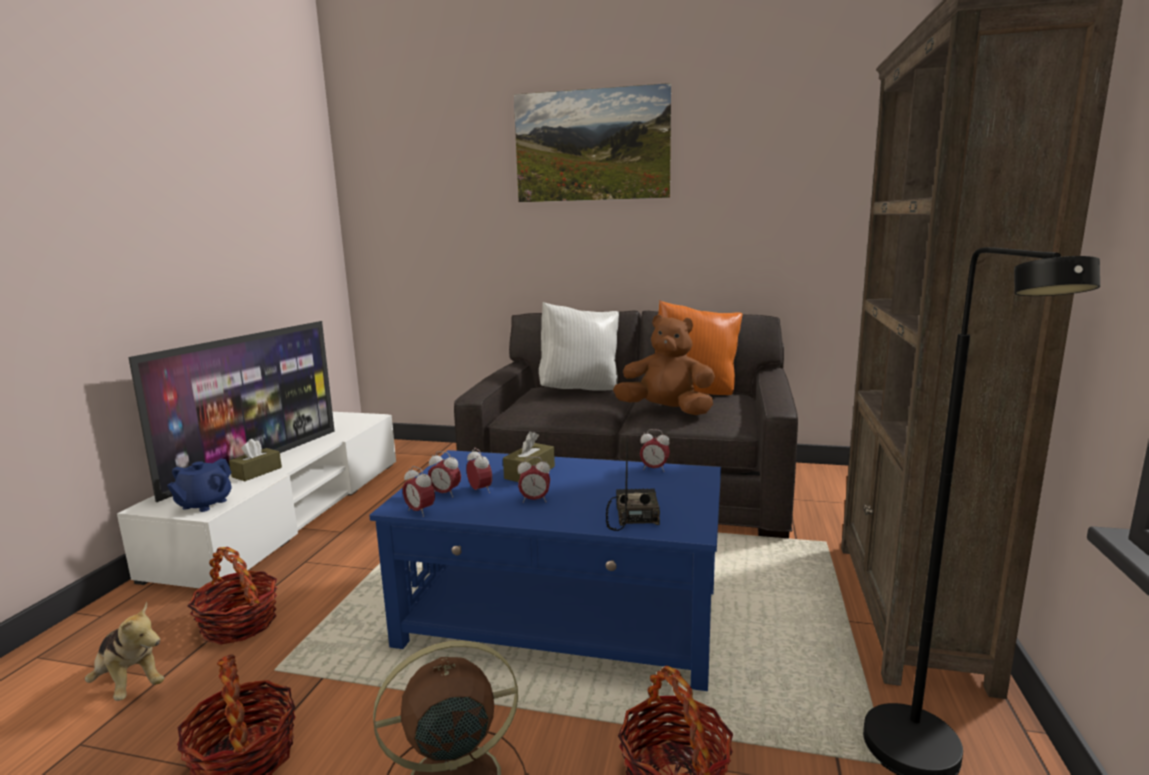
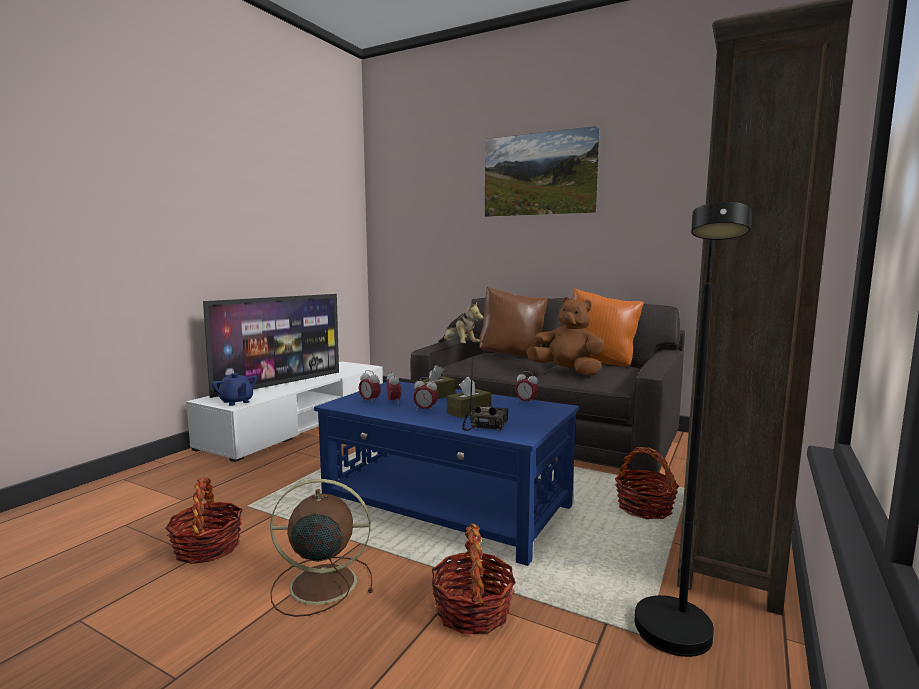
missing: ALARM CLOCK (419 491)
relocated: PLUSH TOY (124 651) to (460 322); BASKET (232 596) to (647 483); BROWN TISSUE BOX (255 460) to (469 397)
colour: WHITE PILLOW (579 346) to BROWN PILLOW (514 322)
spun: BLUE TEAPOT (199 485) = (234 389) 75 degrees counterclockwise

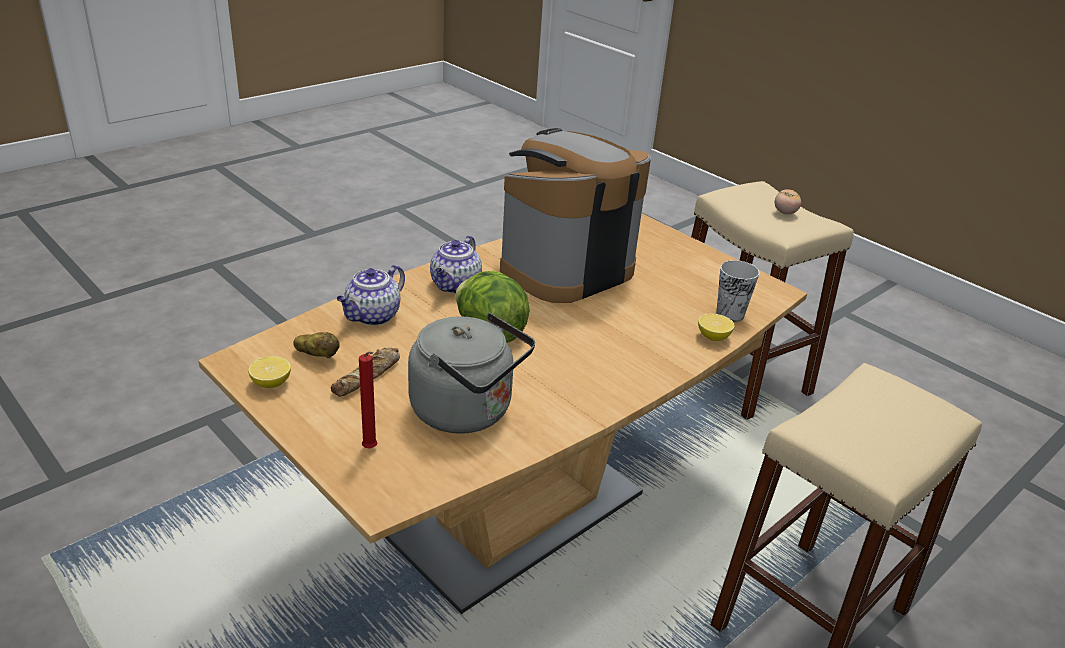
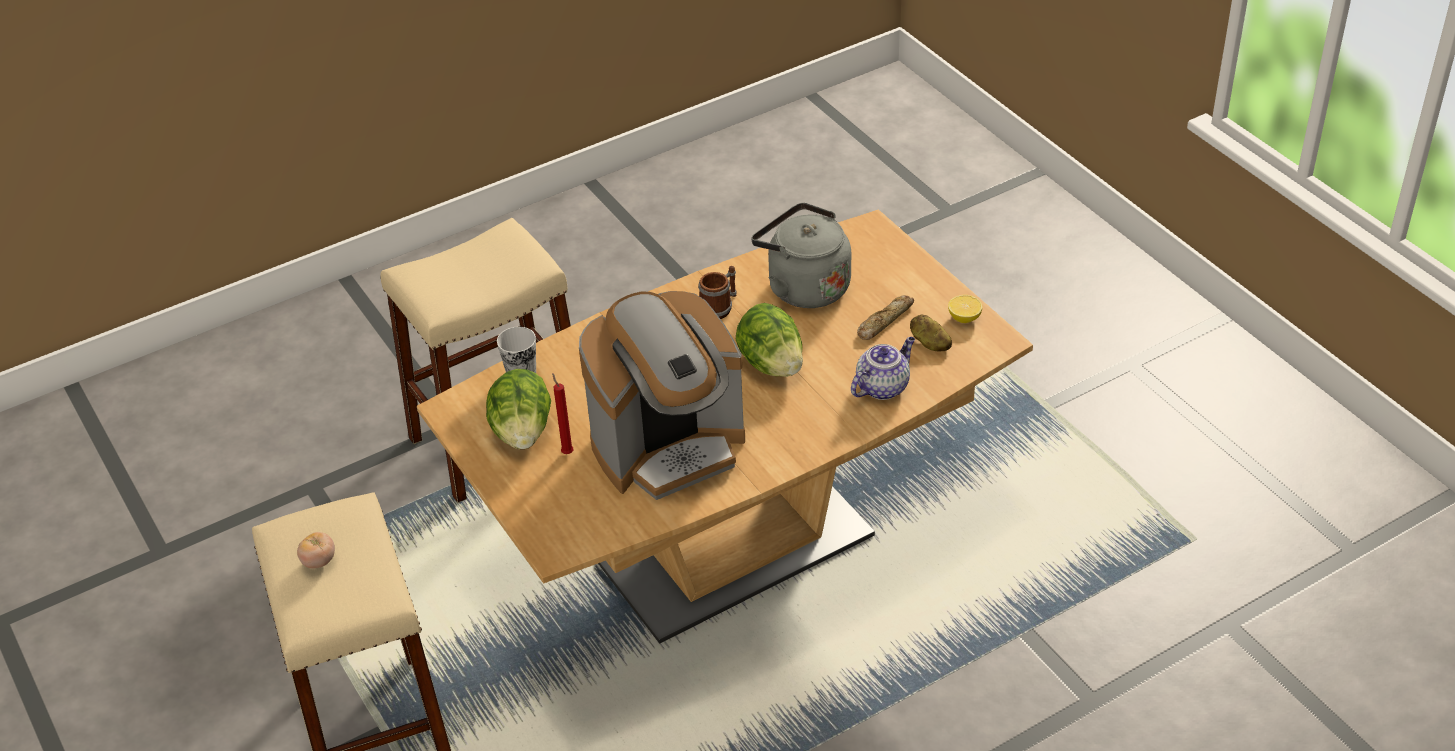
missing: TEAPOT (456 265); LEMON (716 327)
appeared: LETTUCE (518 409); MUG (717 292)
relocated: RED CANDLE (368 400) to (563 413)

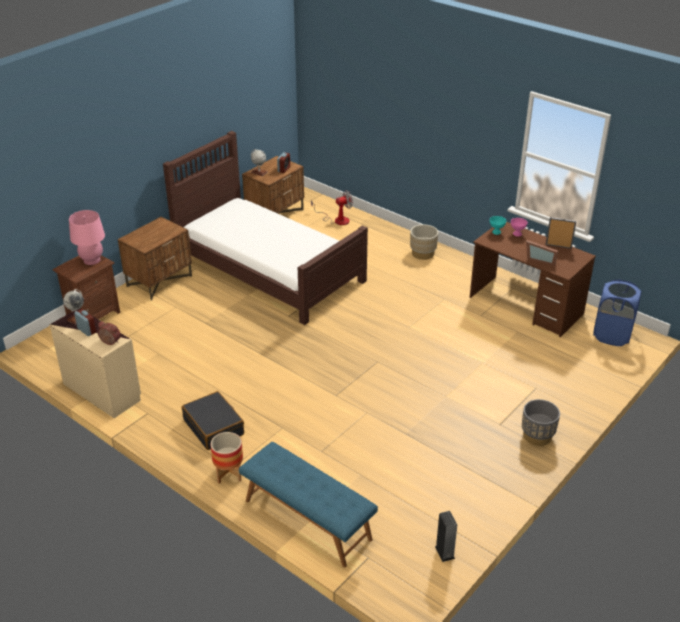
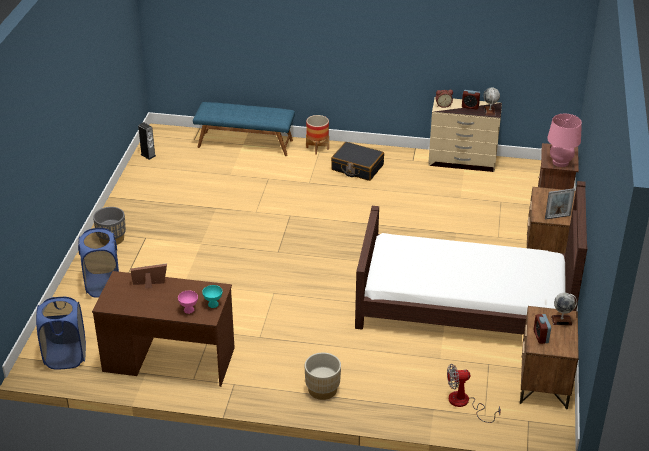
appeared: BLUE LAUNDRY BASKET (98 263)
relocated: PICTURE FRAME (561 233) to (560 204)
spun: FAN (332 208) = (474 393) 45 degrees clockwise

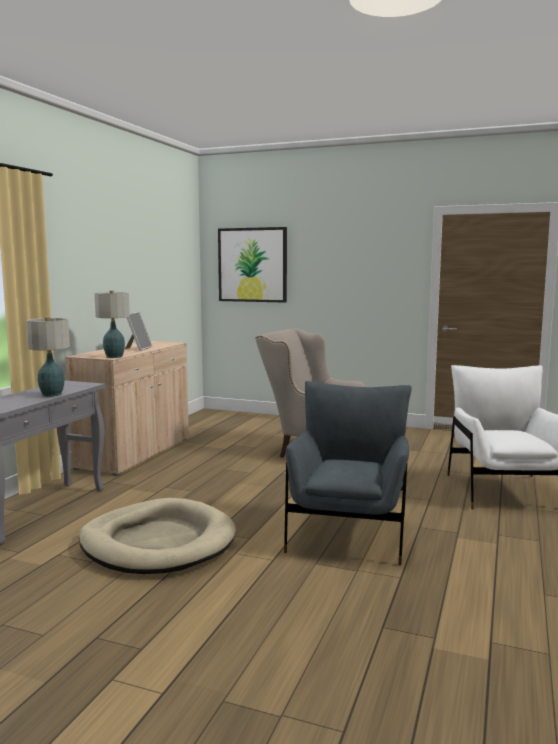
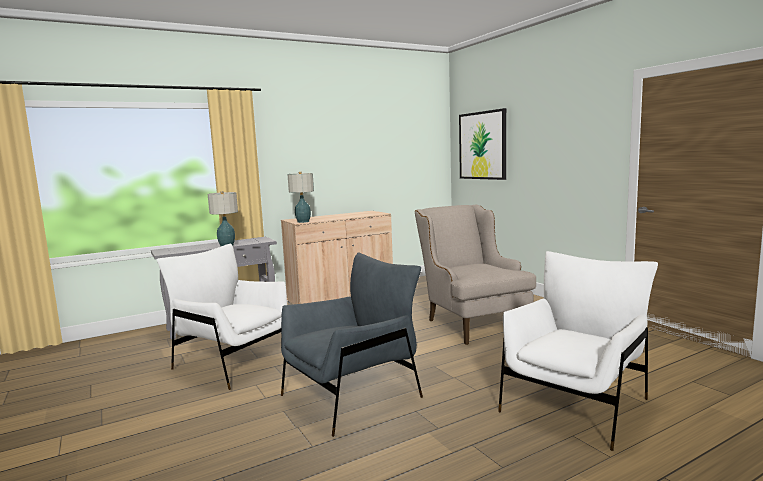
missing: PICTURE FRAME (138 331)
exchanged: BEIGE DOG BED (157 536) to WHITE ARMCHAIR (222 317)

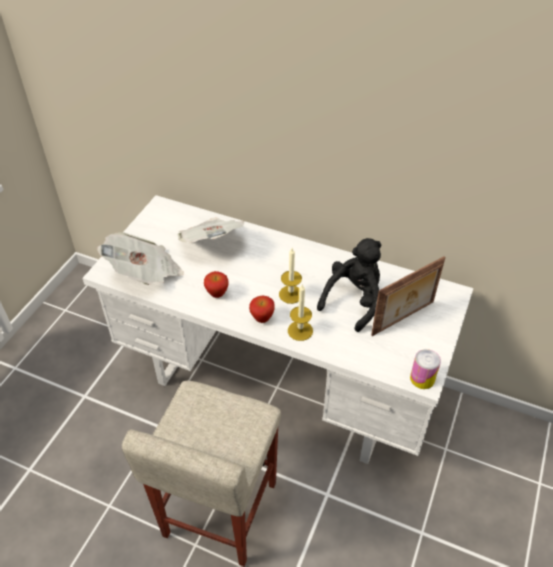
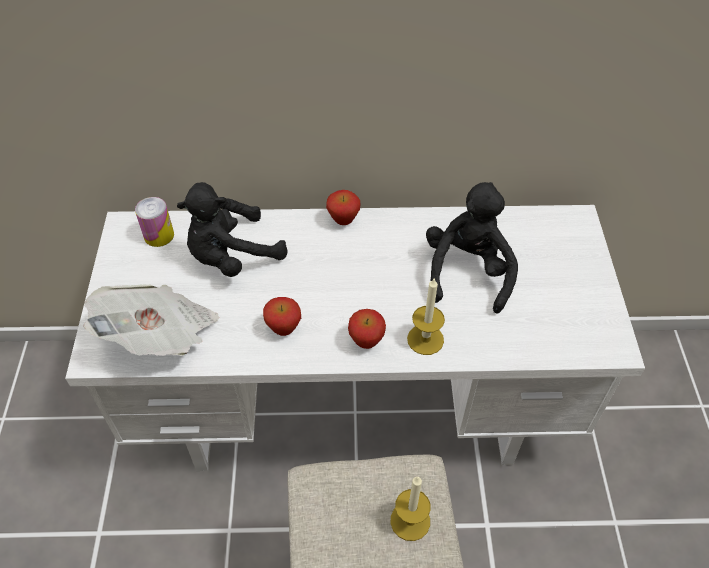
missing: PICTURE FRAME (408 296)
appeared: APPLE (343 207)
relocated: CANDLE (290 276) to (410 509); CAN (425 369) to (154 222)
exchanged: NEWSPAPER (211 230) to BLACK PLUSH TOY (232 229)

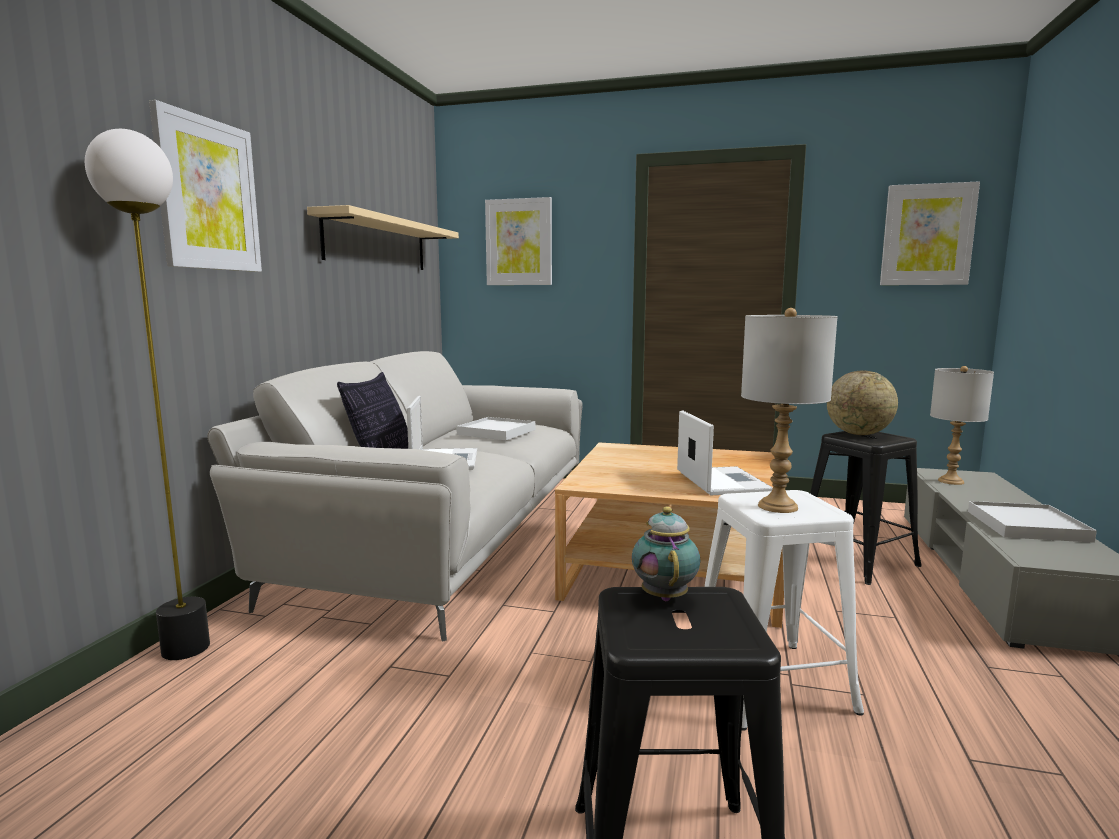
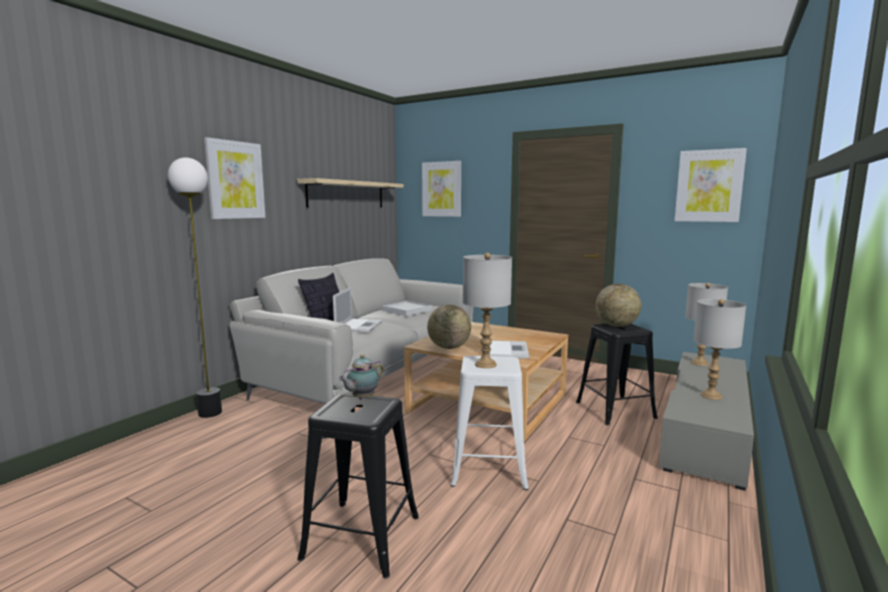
appeared: GLOBE (449 327)
exchanged: WHITE TRAY (1032 522) to GREY TABLE LAMP (719 349)
spun: TEAPOT (666 554) = (361 376) 150 degrees counterclockwise

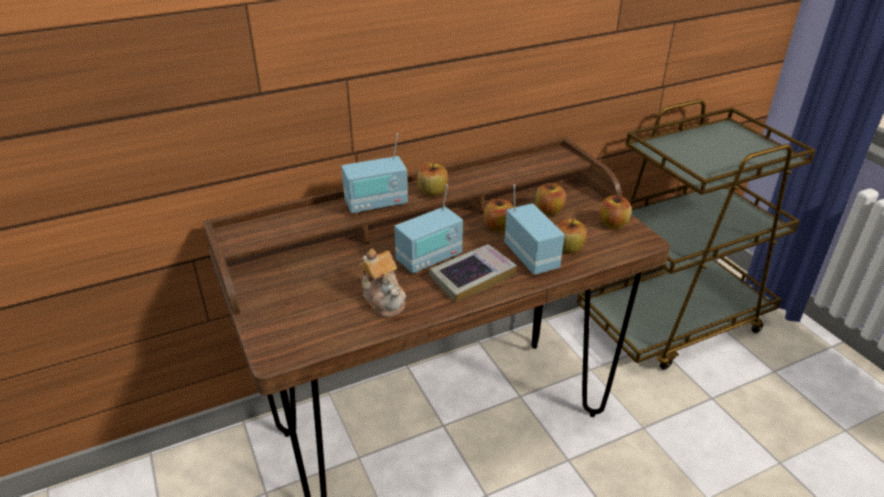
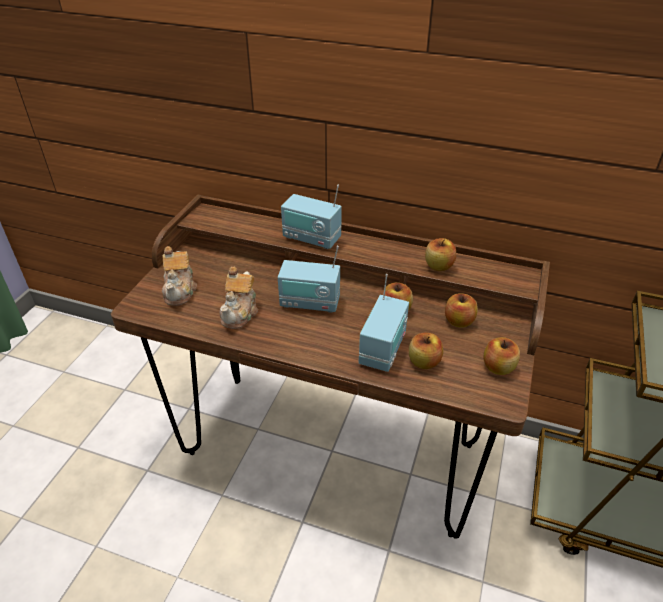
missing: BOOK (473 273)
appeared: TEAPOT (179 276)
relocated: APPLE (432 179) to (440 254)

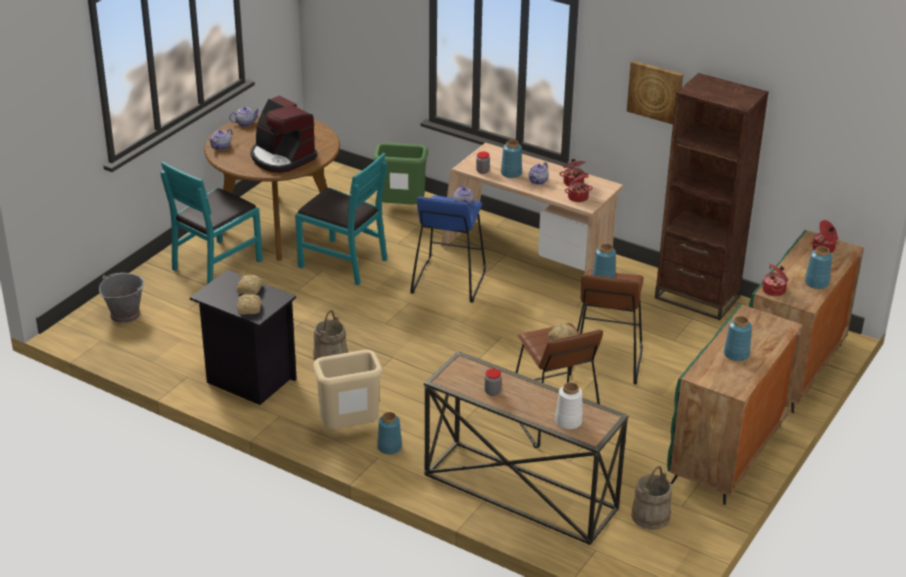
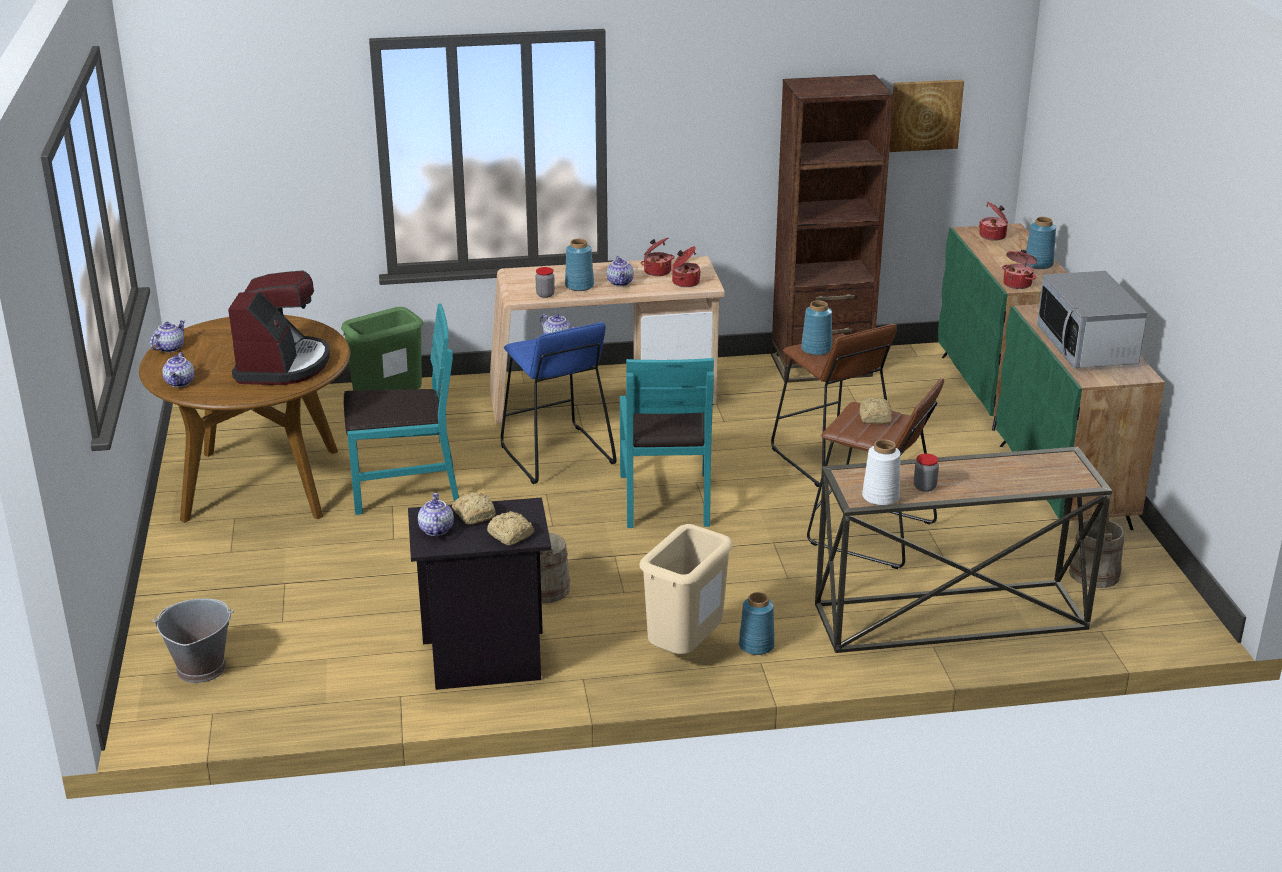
appeared: TEAPOT (436 514)
relocated: TURQUOISE CHAIR (211 223) to (667 443); WHITE VASE (568 405) to (881 472); PICTURE (655 93) to (926 116)
exchanged: BLUE VASE (738 338) to MICROWAVE (1092 319)
spun: COFFEE MACHINE (283 134) = (279 327) 90 degrees counterclockwise

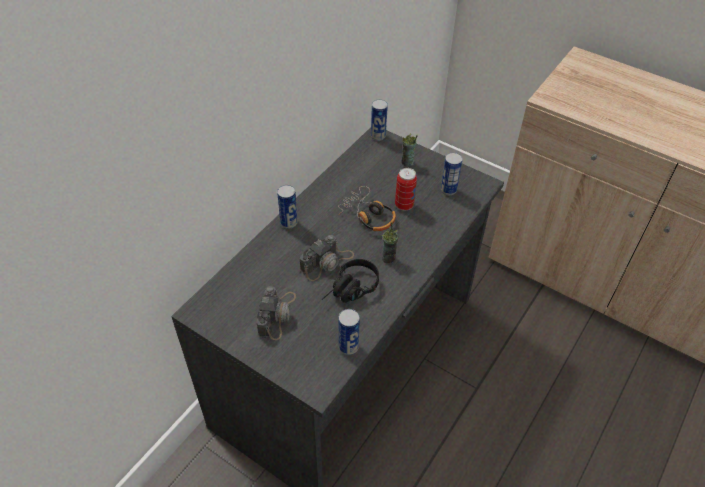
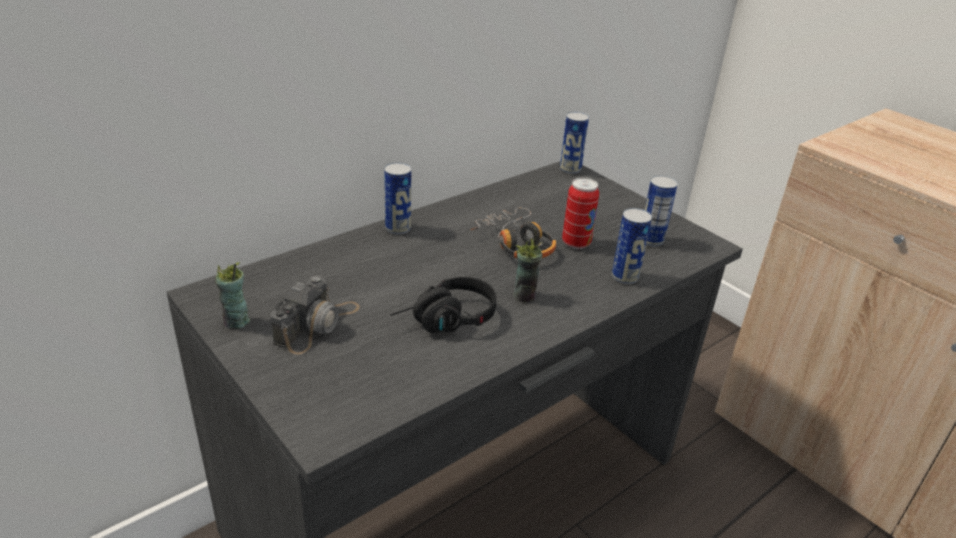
missing: PHOTO CAMERA (327 258)
relocated: CAN (349 332) to (632 246); CUP (410 150) to (232 295)

